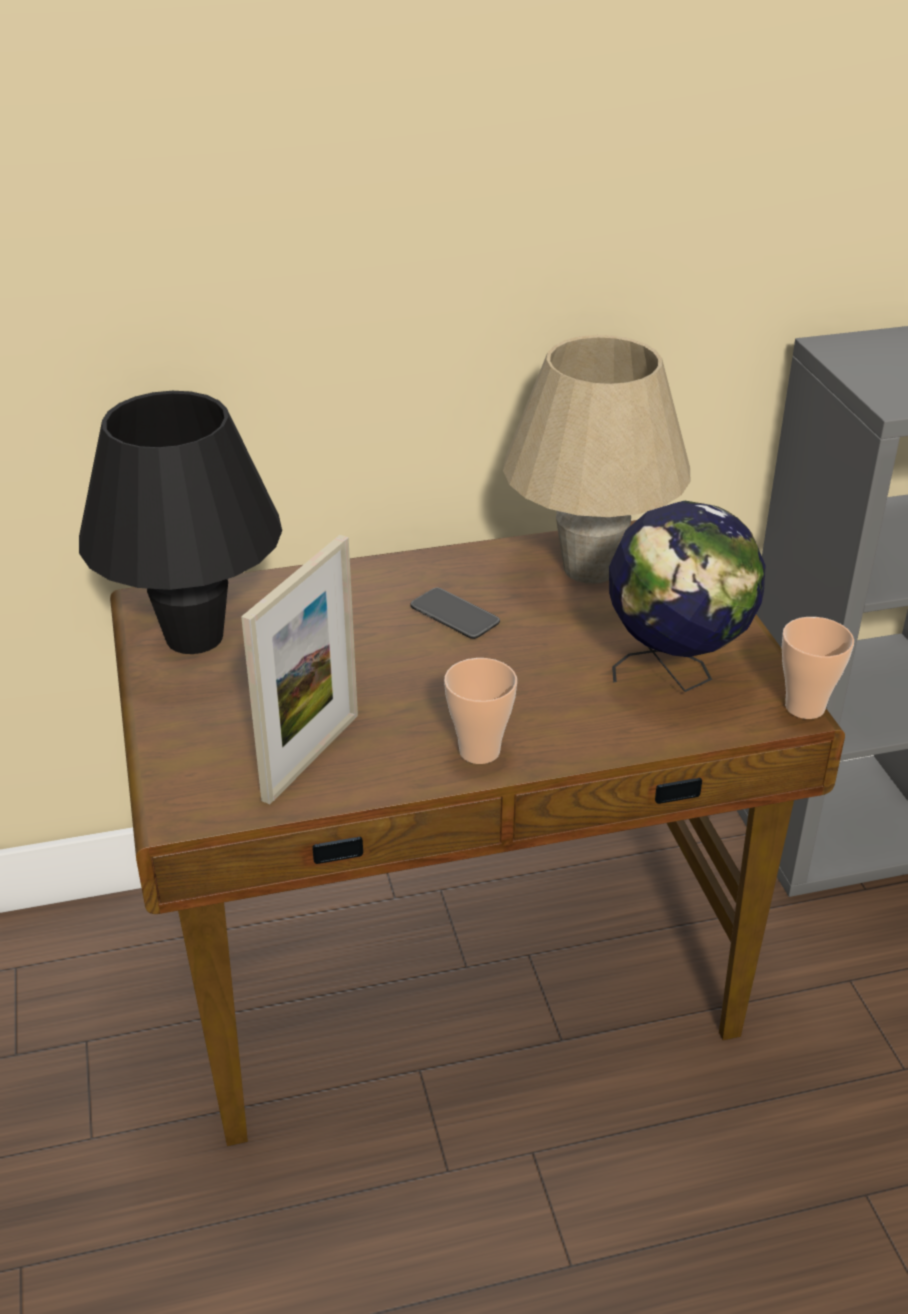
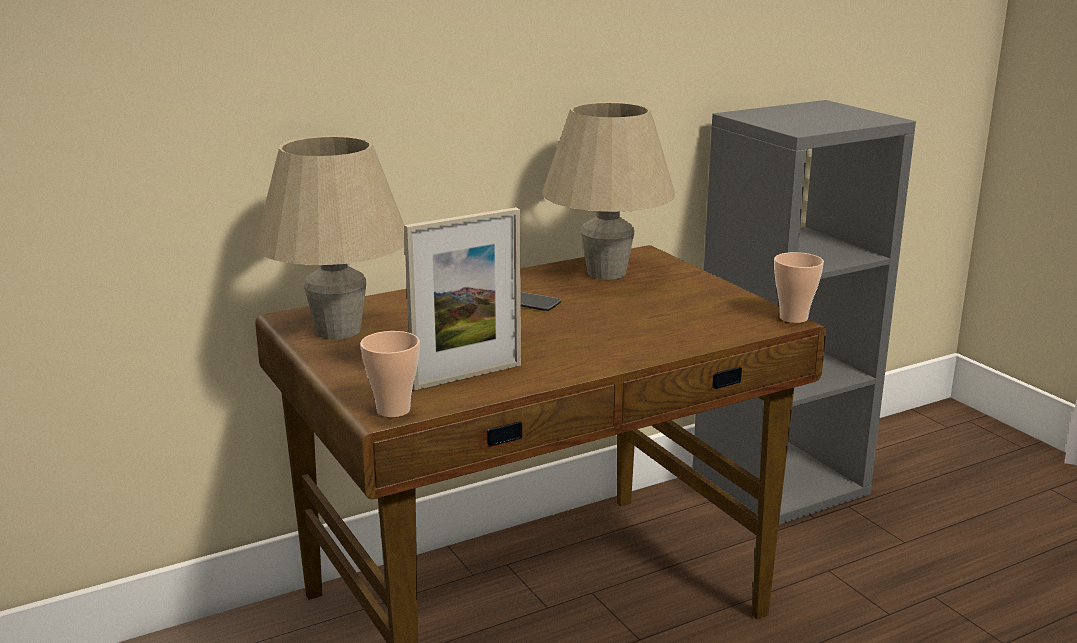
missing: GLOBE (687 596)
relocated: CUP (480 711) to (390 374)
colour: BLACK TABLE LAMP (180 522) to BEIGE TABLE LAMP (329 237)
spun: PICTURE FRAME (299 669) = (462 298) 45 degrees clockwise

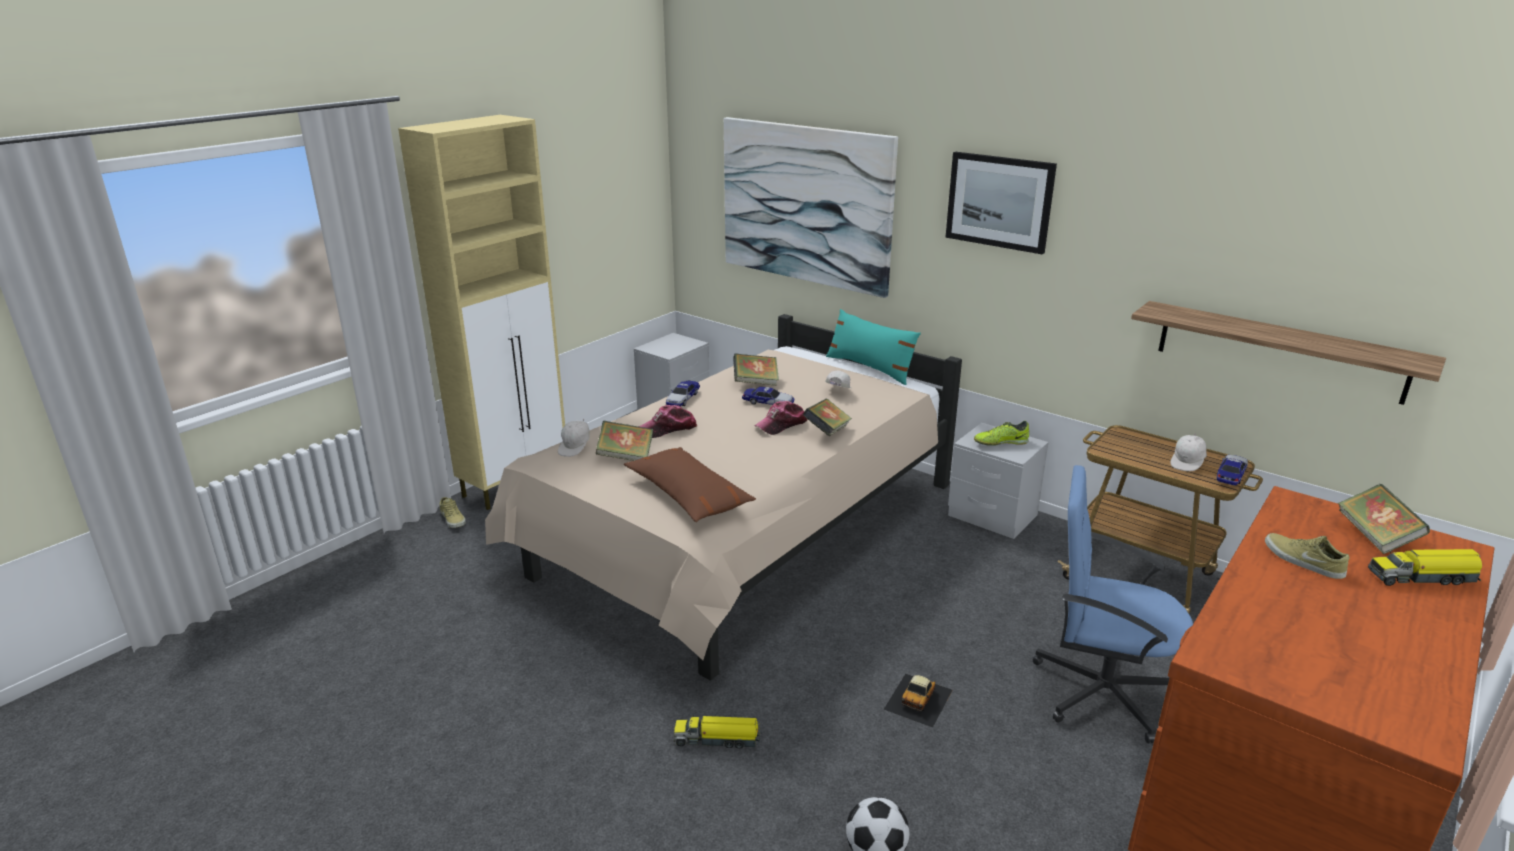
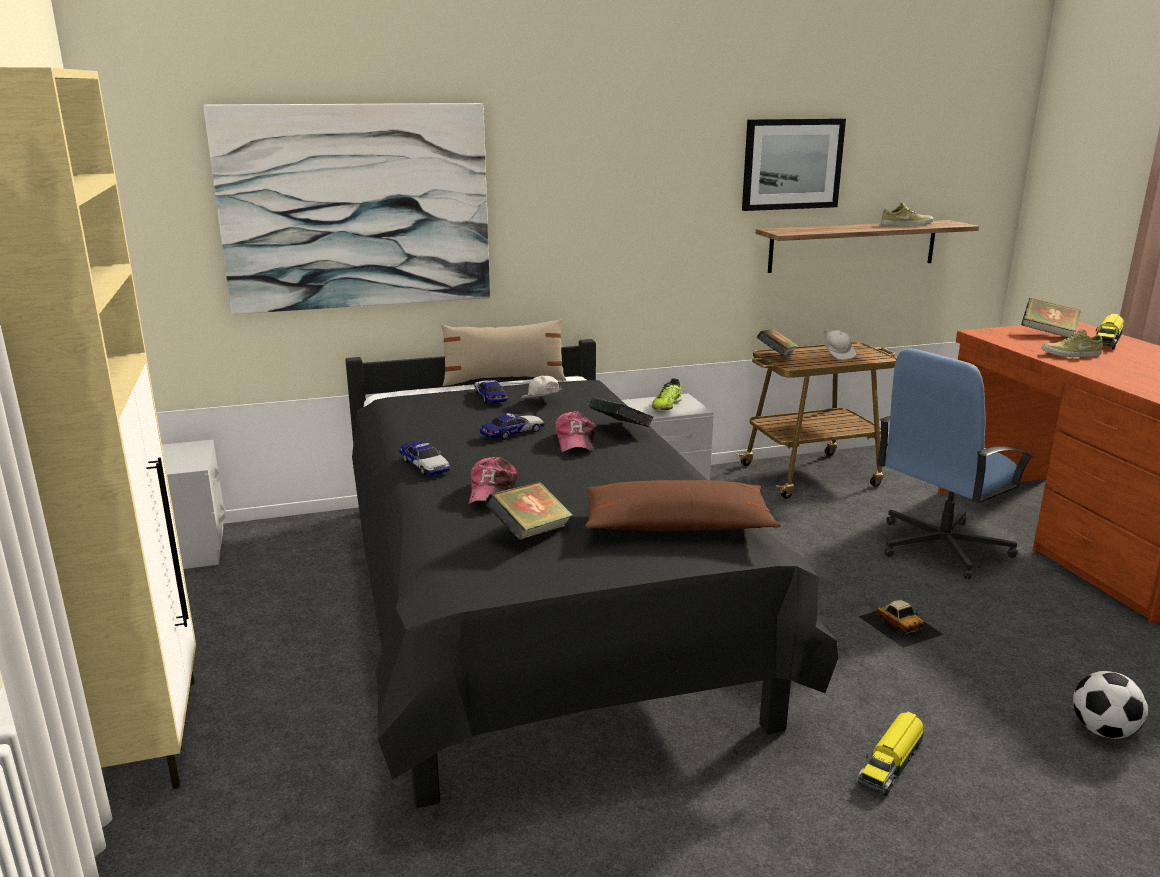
missing: WHITE CAP (574 437)
relocated: BEIGE SHOE (452 512) to (907 214); BOOK (756 369) to (777 342); PICTURE (1001 203) to (794 164); TOY CAR (1232 470) to (491 391)
colour: BEIGE BED (723 497) to BLACK BED (591 573); TURQUOISE PILLOW (873 347) to BEIGE PILLOW (503 353)

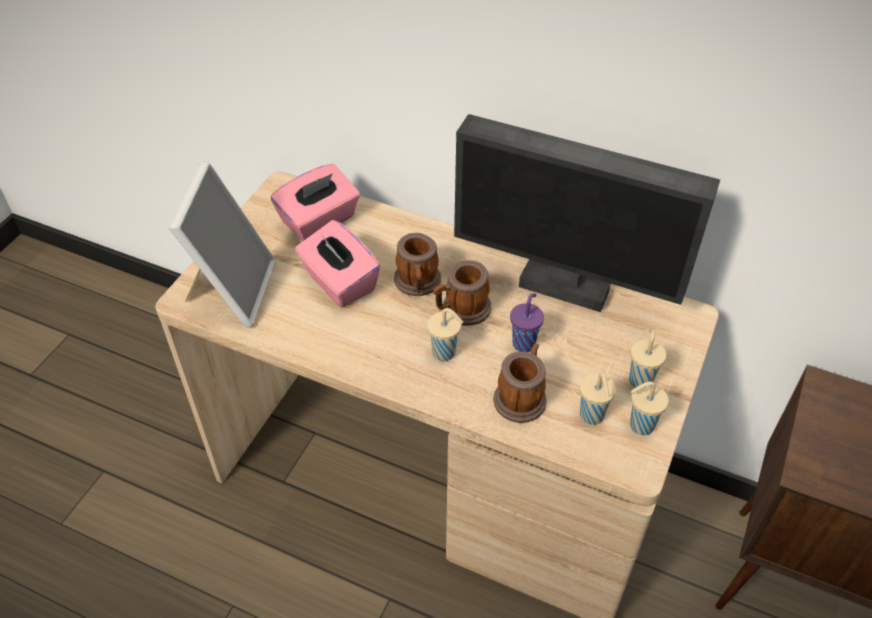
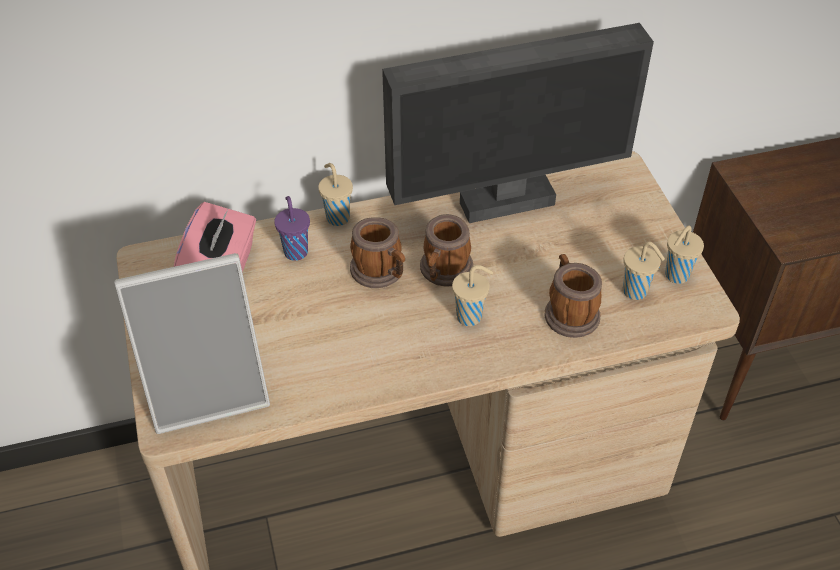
missing: PINK TISSUE BOX (337 264)
relocated: PURPLE CUP (527 322) to (292 228); BEIGE CUP (647 358) to (335 194)
spun: PICTURE FRAME (222 244) = (192 343) 105 degrees clockwise

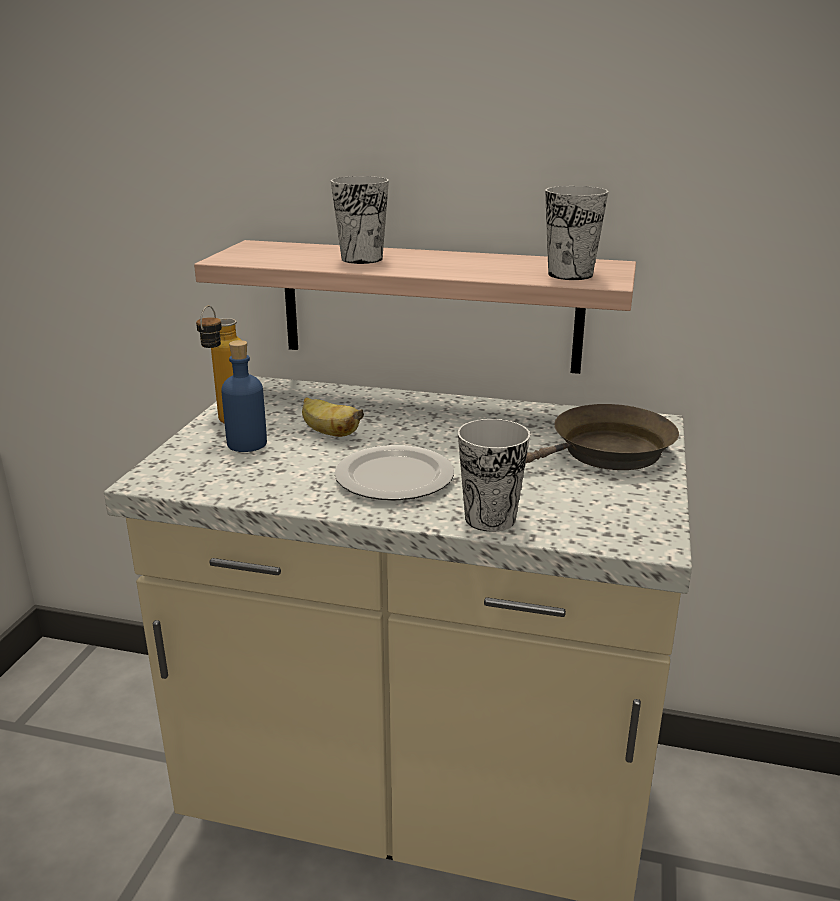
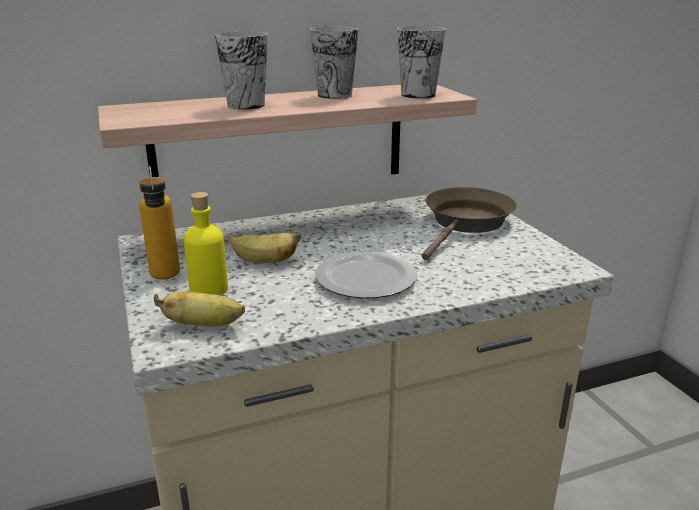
appeared: BANANA (199 308)
relocated: CUP (494 475) to (334 63)
colour: BLUE BOTTLE (244 396) to YELLOW BOTTLE (206 243)

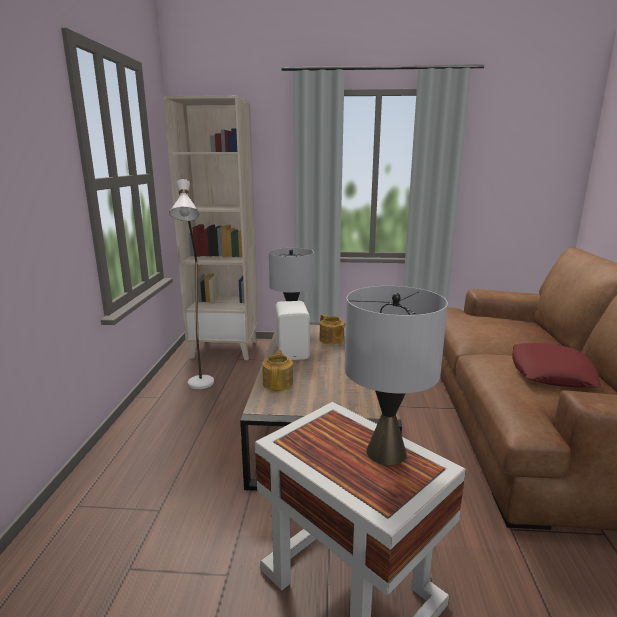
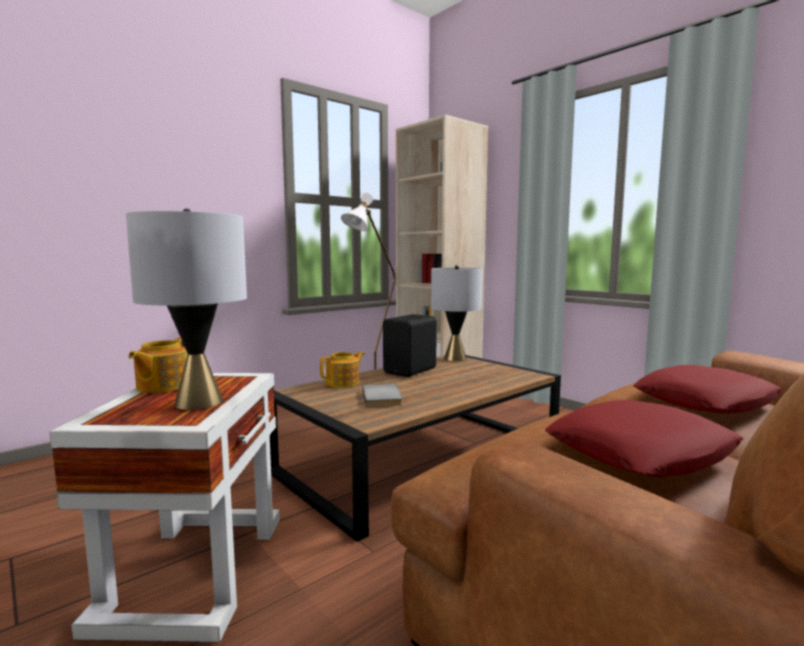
appeared: GREY BOOK (382 395); RED PILLOW (708 389)
relocated: TEAPOT (332 329) to (158 365)
colour: WHITE SPEAKER (293 330) to BLACK SPEAKER (410 345)

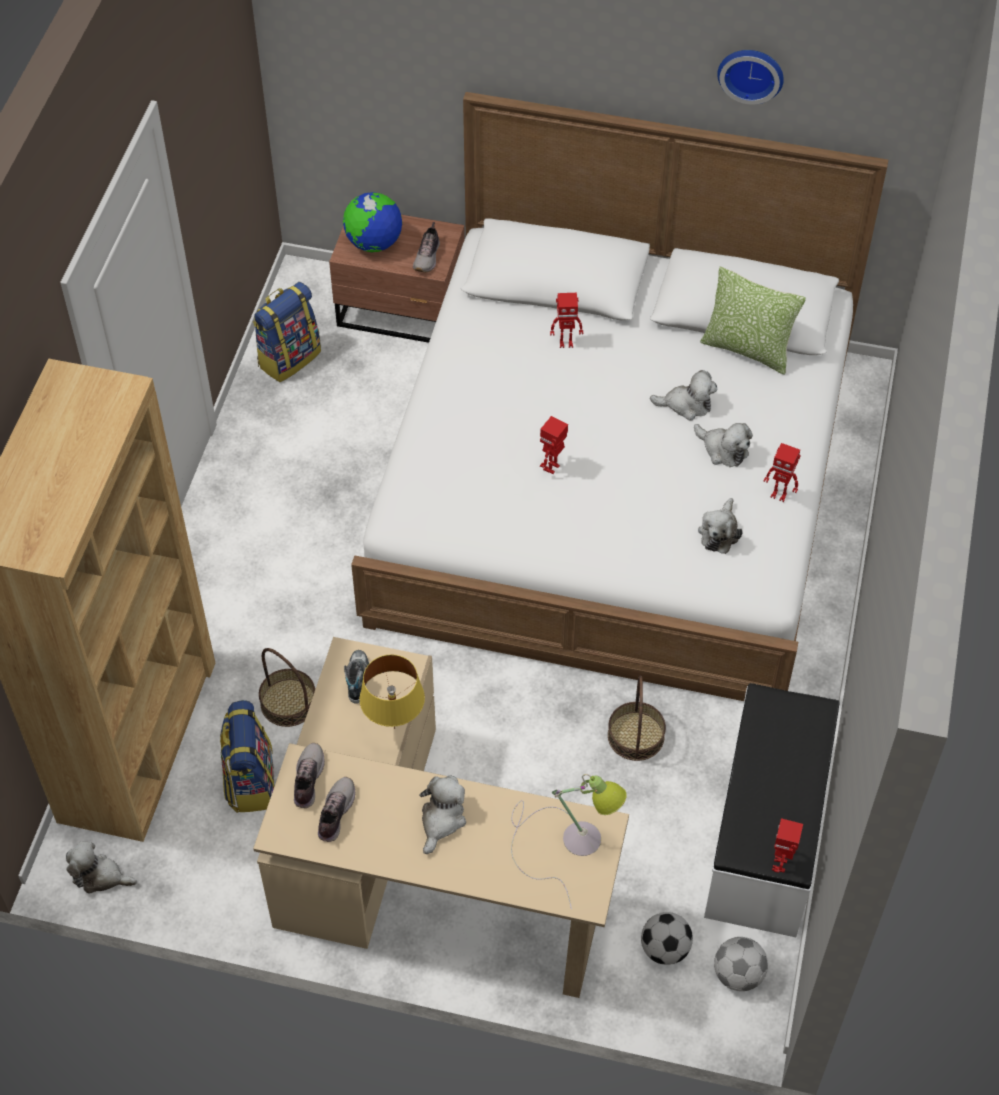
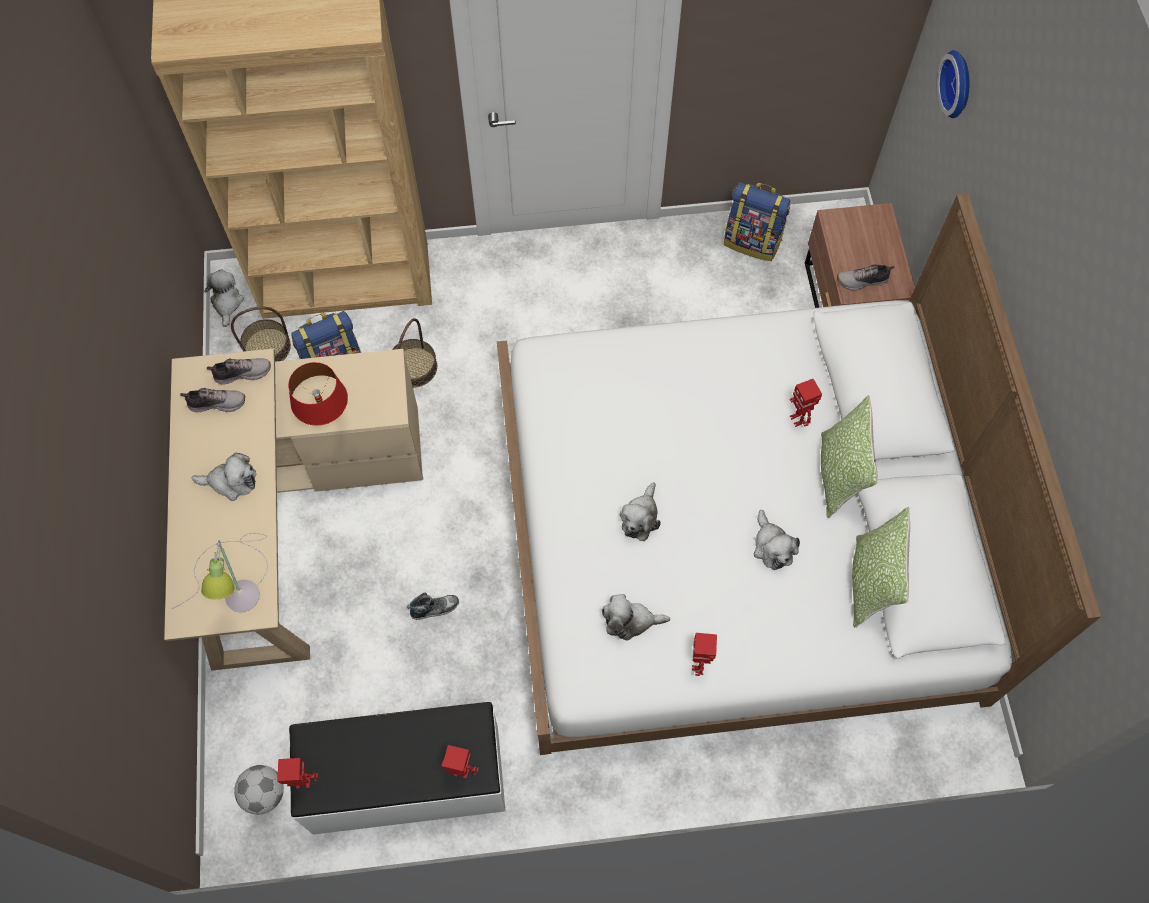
missing: GLOBE (372 222); FOOTBALL (667 938)
appeared: PILLOW (849 456)
relocated: SHOE (356 677) to (433 606); TOY ROBOT (554 445) to (460 761); BASKET (637 718) to (261 334); PLUSH TOY (723 445) to (640 511); WALL CLOCK (750 77) to (953 84)
colour: YELLOW TABLE LAMP (392 692) to RED TABLE LAMP (318 394)

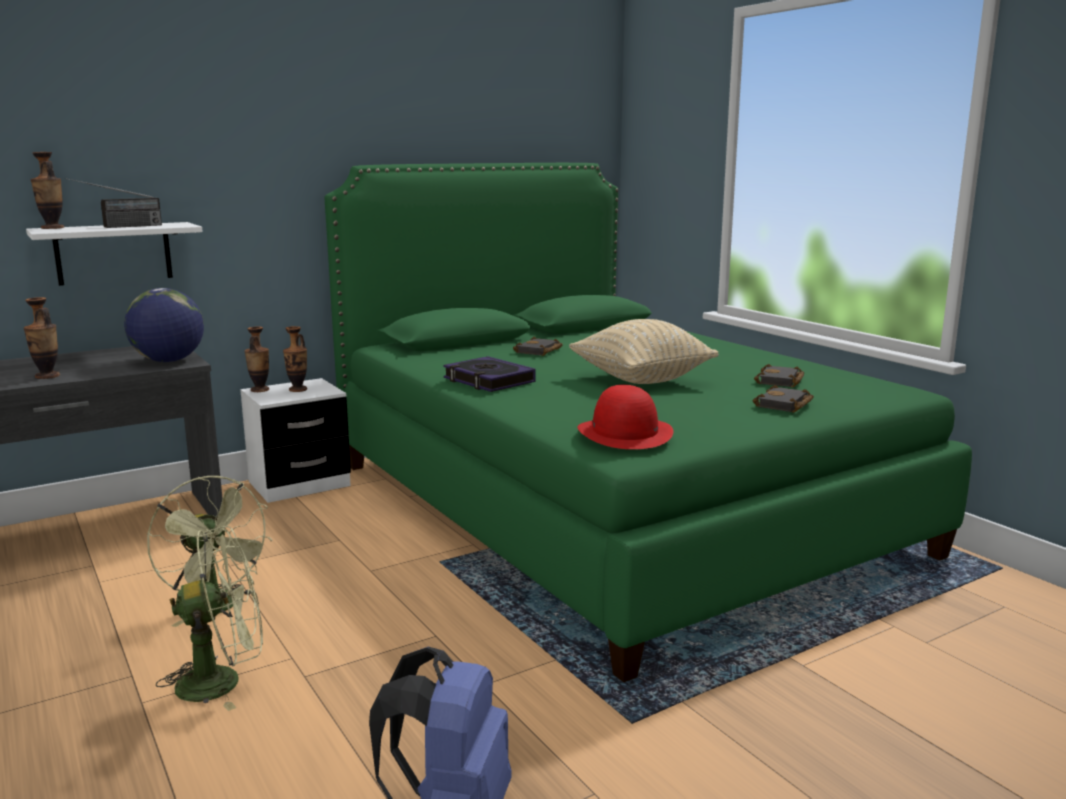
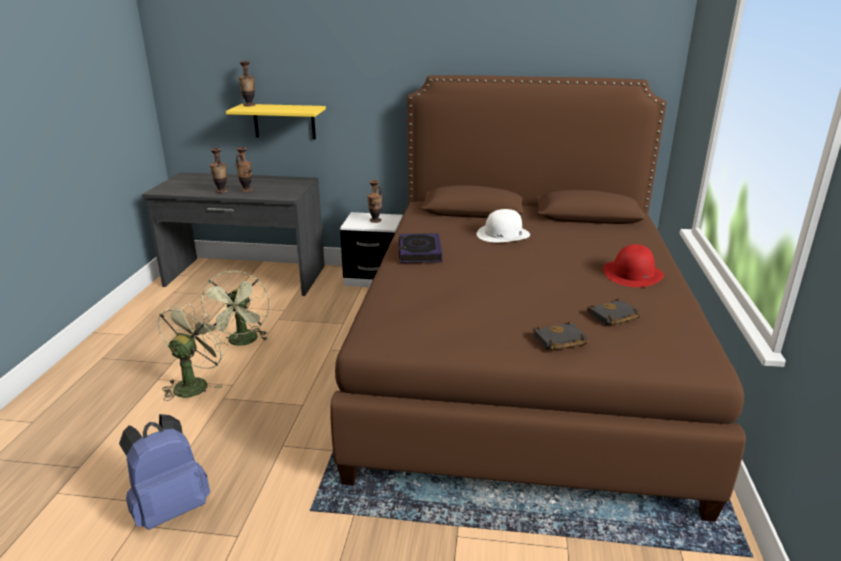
missing: RADIO (114 203); GLOBE (164 325); BEIGE PILLOW (644 351)
relocated: VASE (257 359) to (244 169); RED HAT (625 417) to (633 265)
exchanged: BLACK BOOK (538 346) to WHITE HAT (503 225)
colour: WHITE SHELF (114 254) to YELLOW SHELF (276 121); GREEN BED (648 422) to BROWN BED (538 298)
spun: GREEN FAN (209 618) = (193 352) 90 degrees counterclockwise

